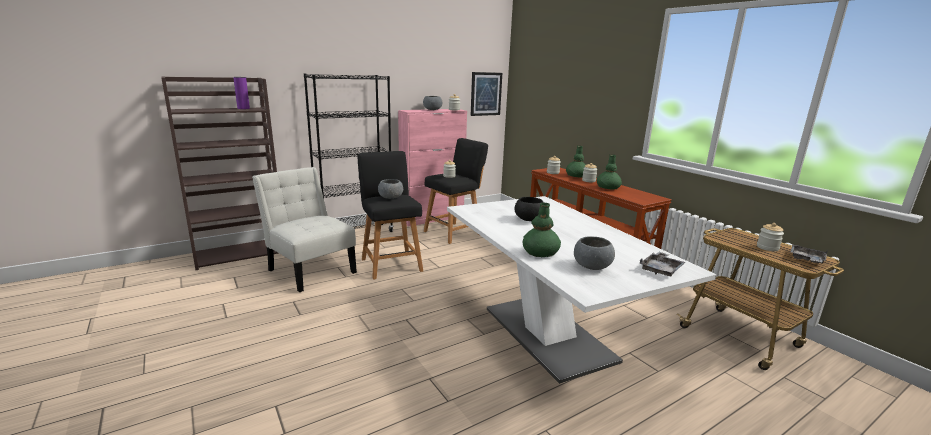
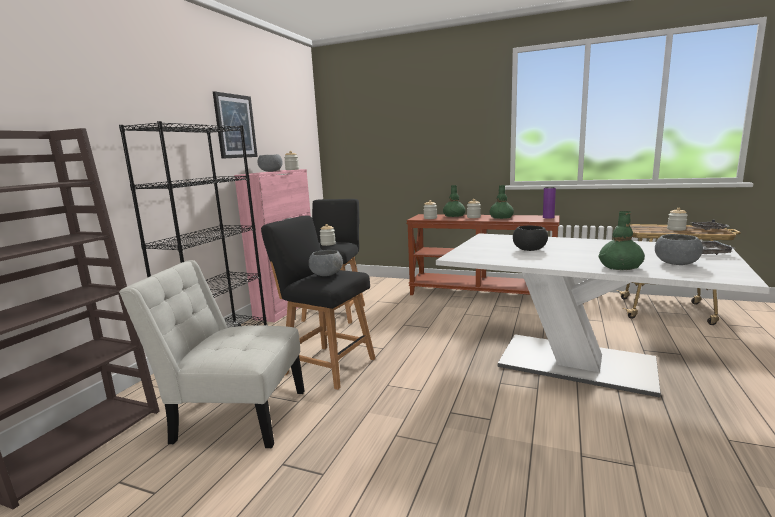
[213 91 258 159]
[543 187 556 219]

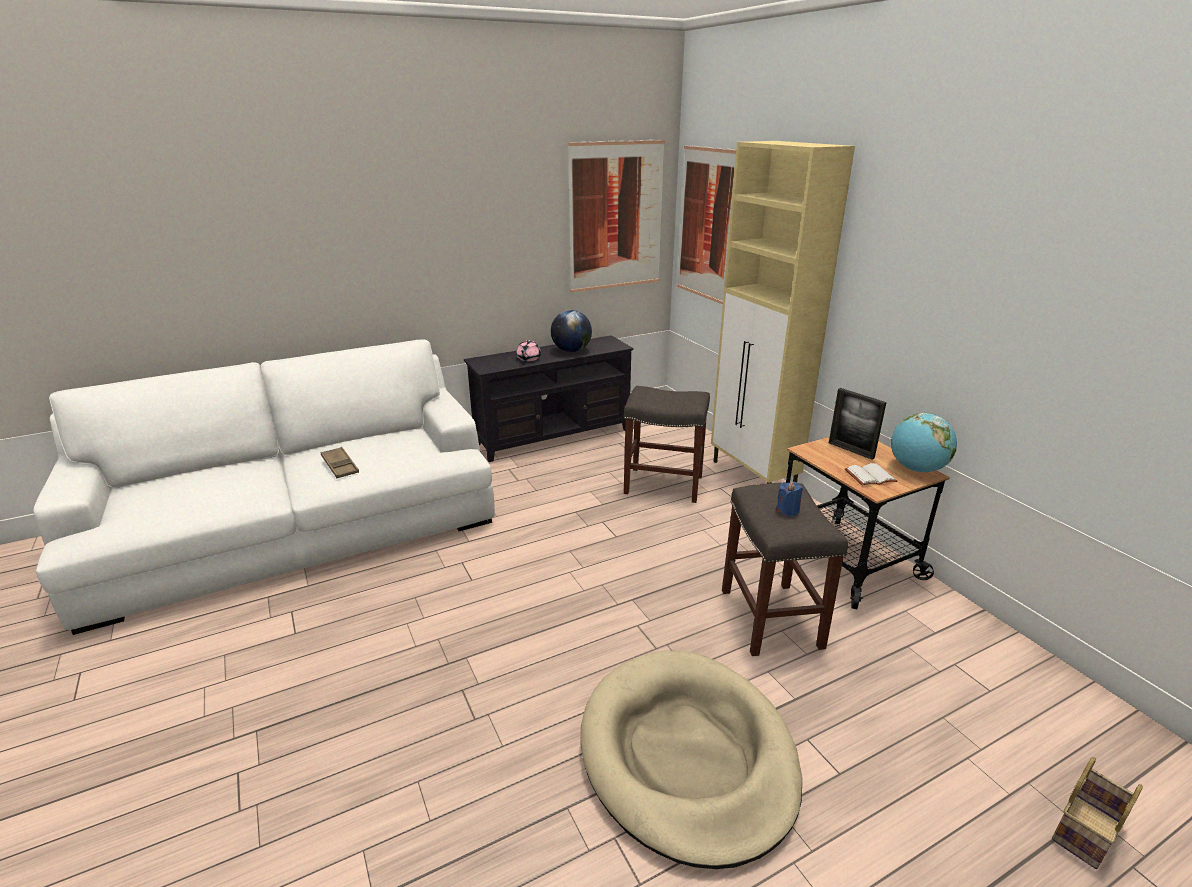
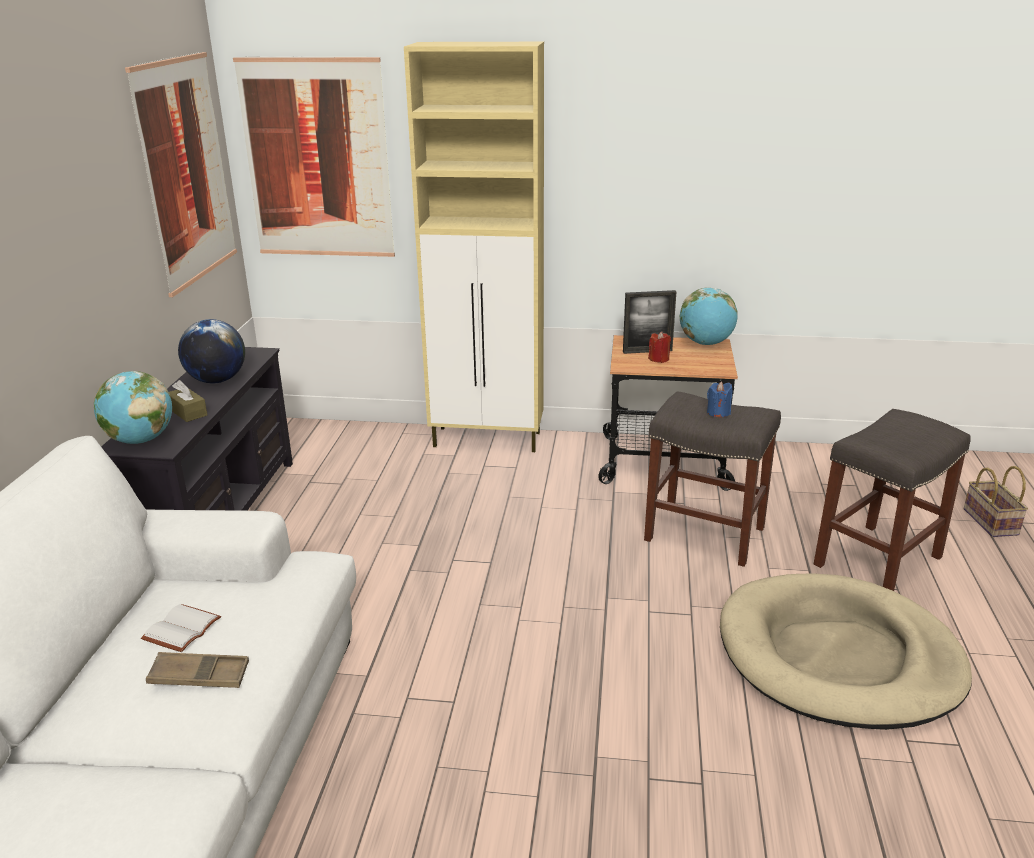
[94 371 172 444]
[141 604 221 652]
[169 380 207 422]
[648 332 671 363]
[814 409 971 591]

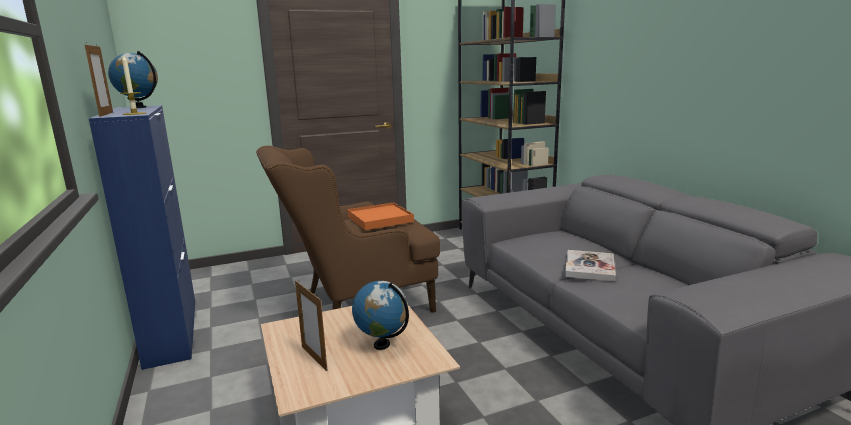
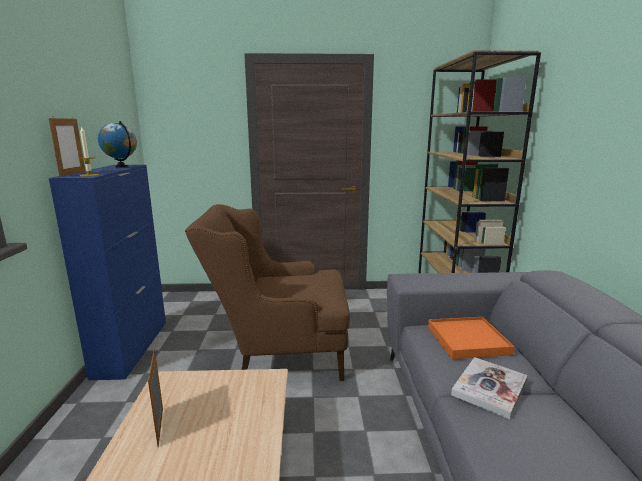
[428 317 515 359]
[352 281 409 350] (first image)

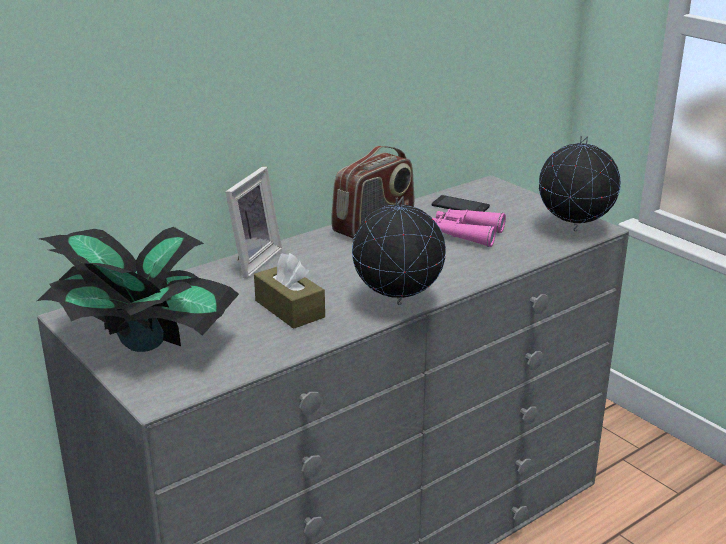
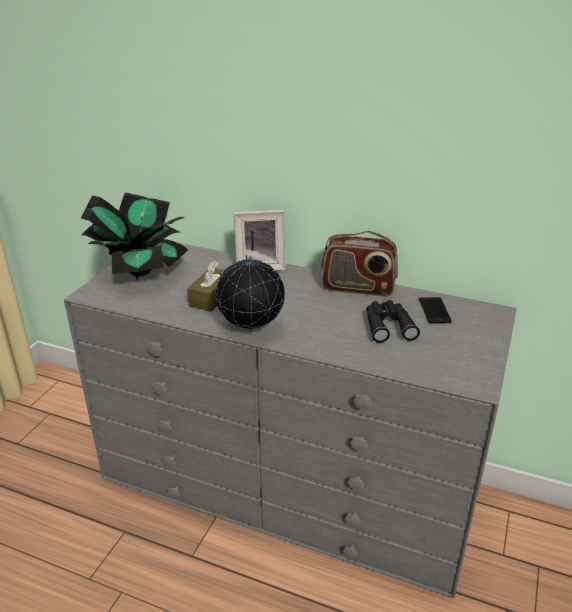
[366 300 420 343]
[539 136 621 231] (first image)

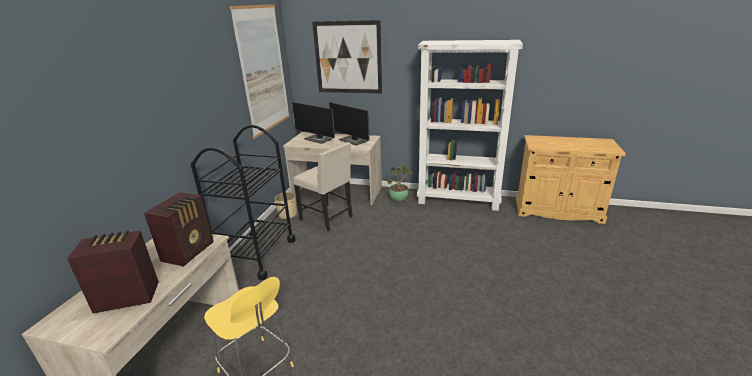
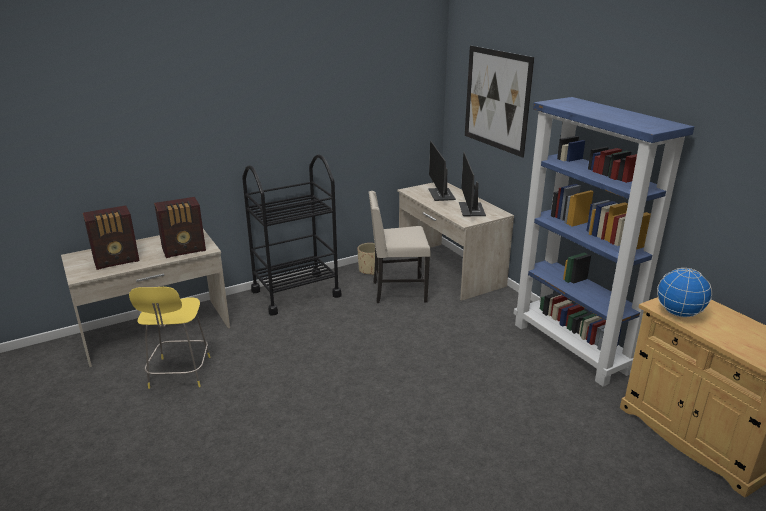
[83 206 140 270]
[369 191 431 303]
[514 97 694 387]
[657 268 712 317]
[229 4 290 138] (first image)
[387 165 413 202] (first image)

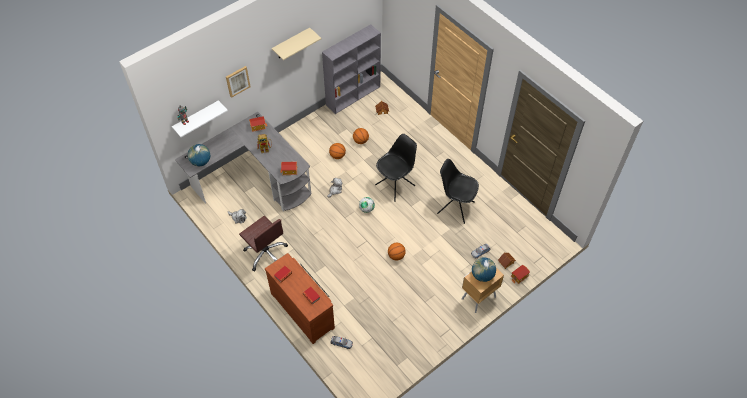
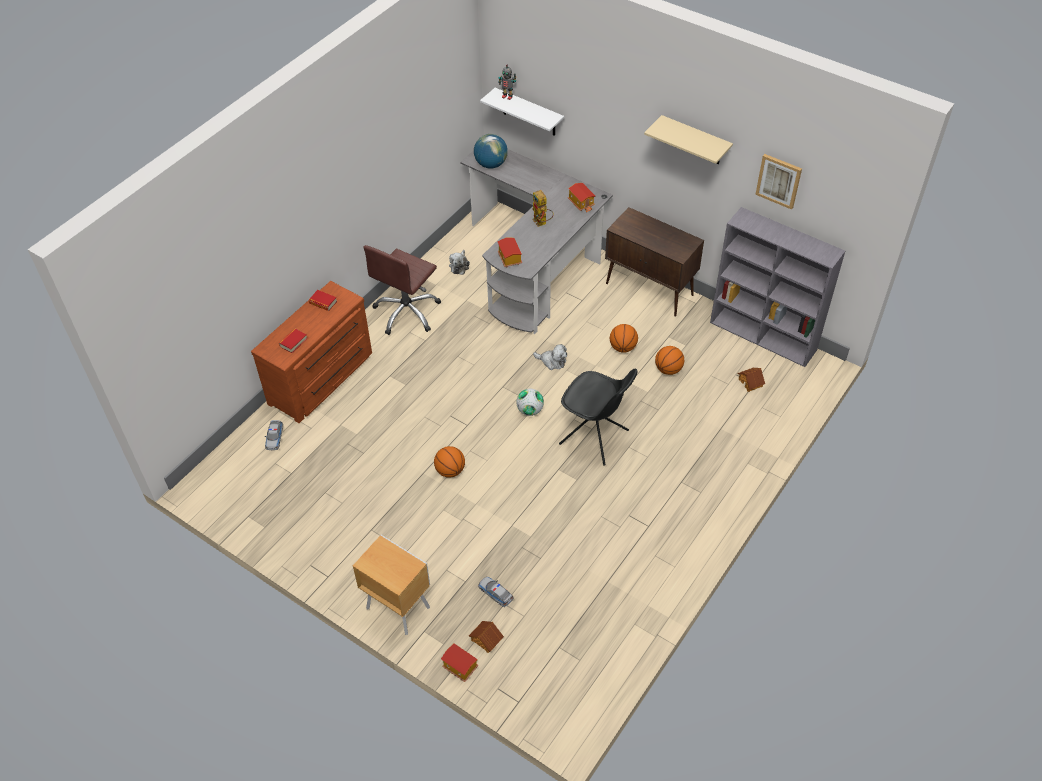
[605 207 704 317]
[755 154 802 210]
[437 159 479 224] (first image)
[472 257 496 282] (first image)

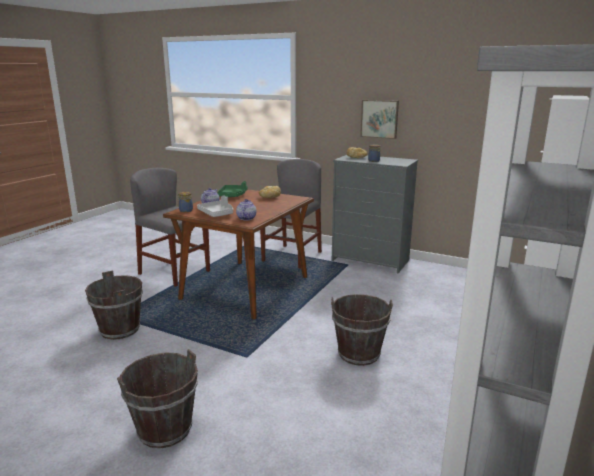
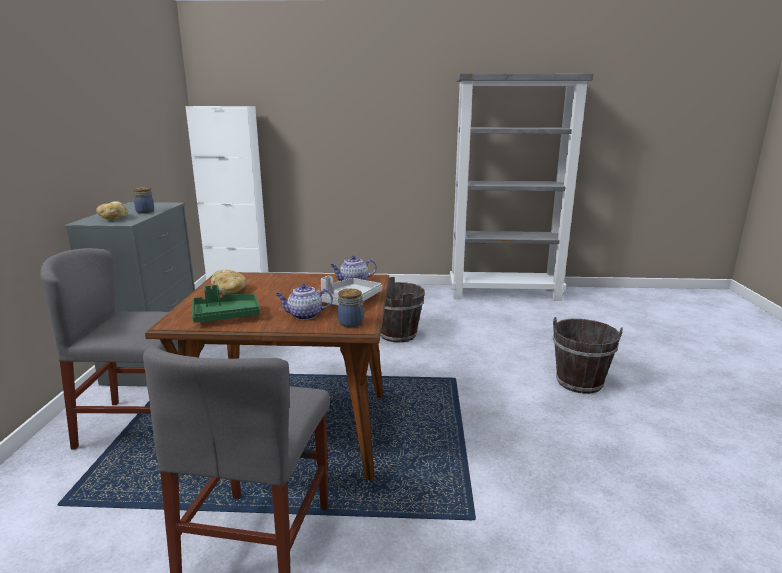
[85 271 143 340] (first image)
[360 100 399 139] (first image)

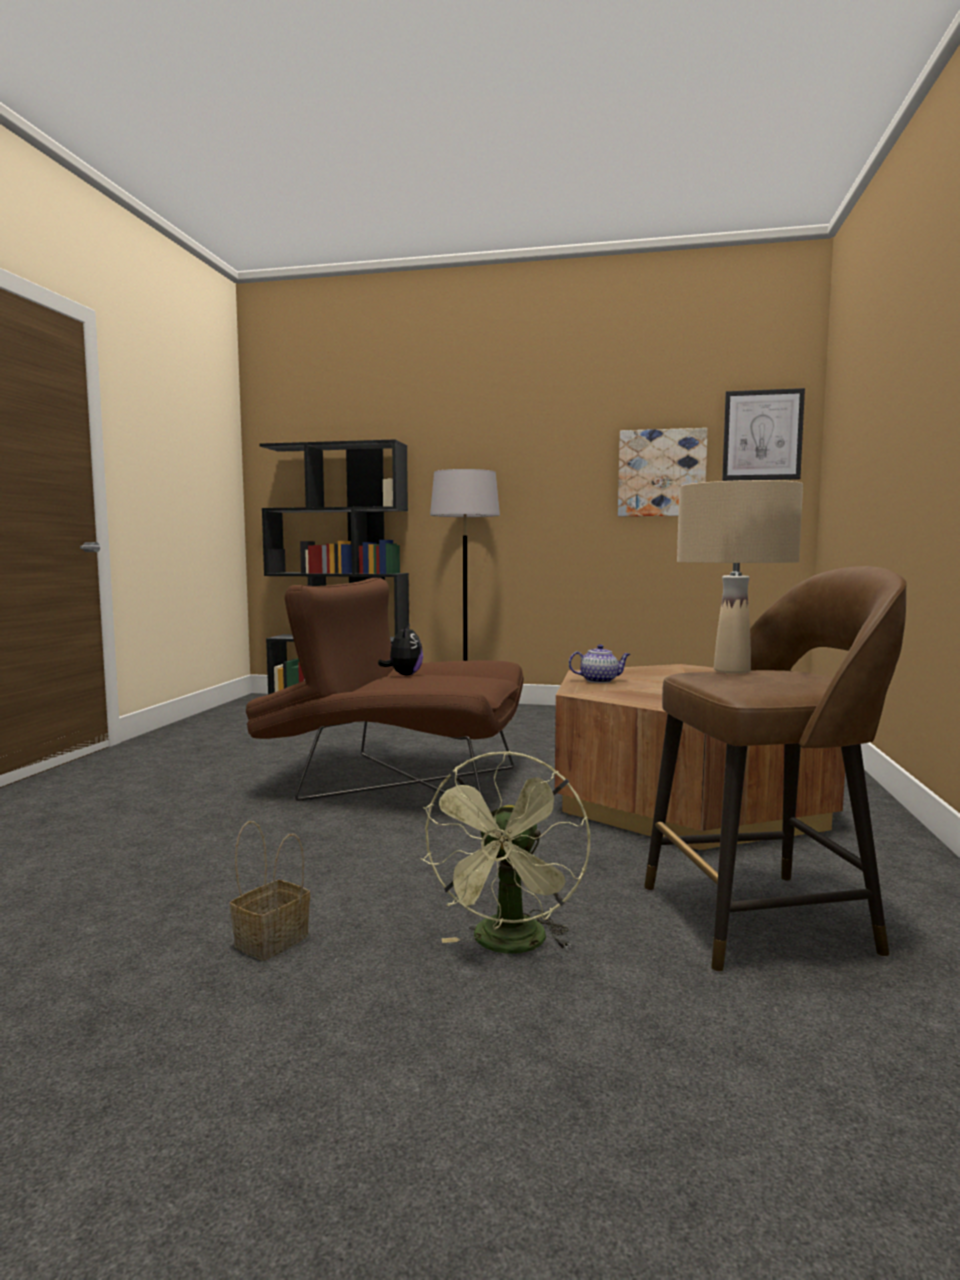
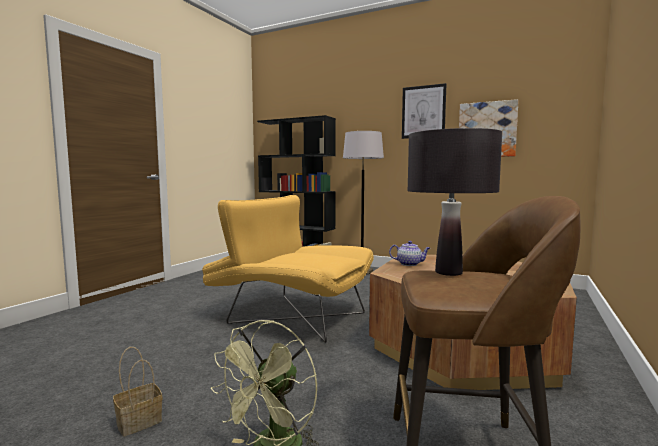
[202 195 374 343]
[402 83 446 139]
[408 128 502 276]
[378 624 423 675] (first image)

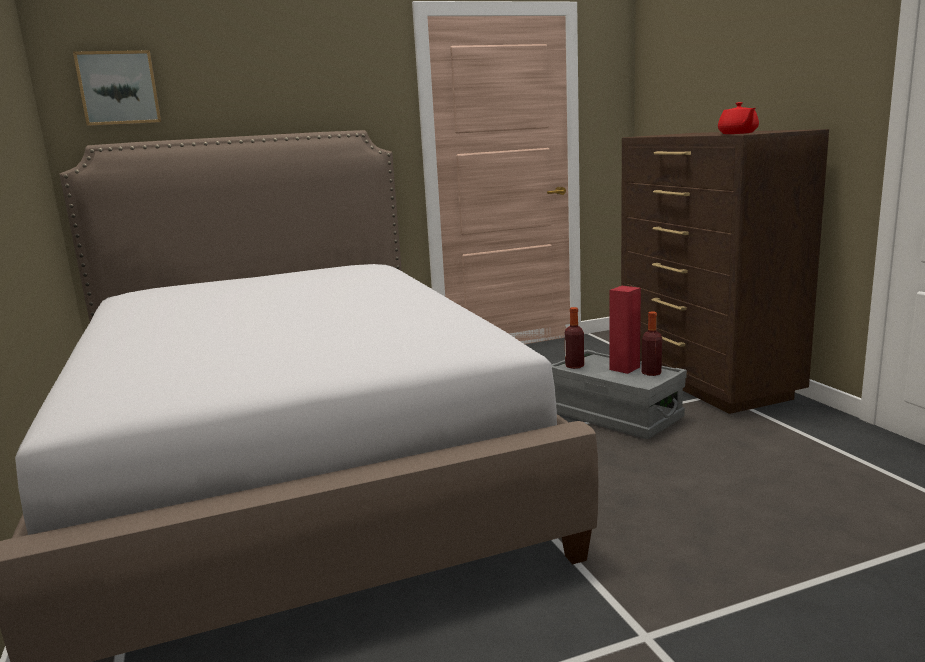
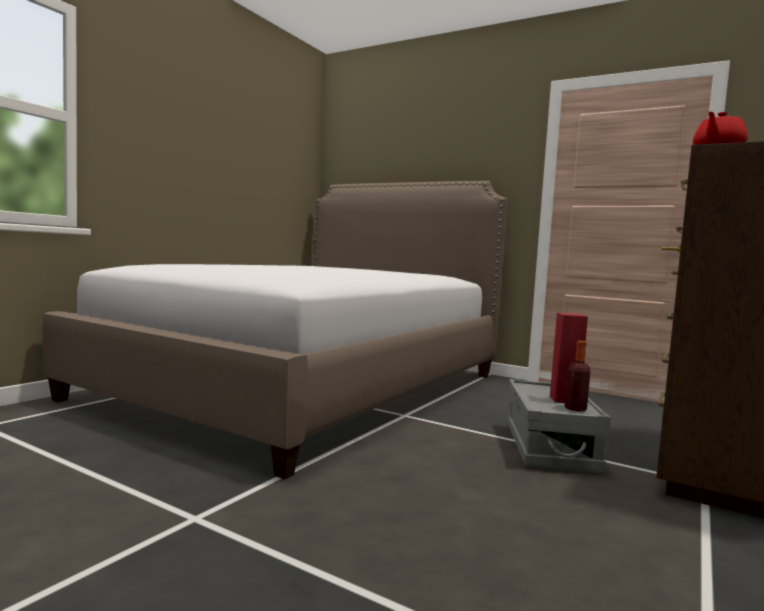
[73 50 161 126] (first image)
[565 307 584 369] (first image)

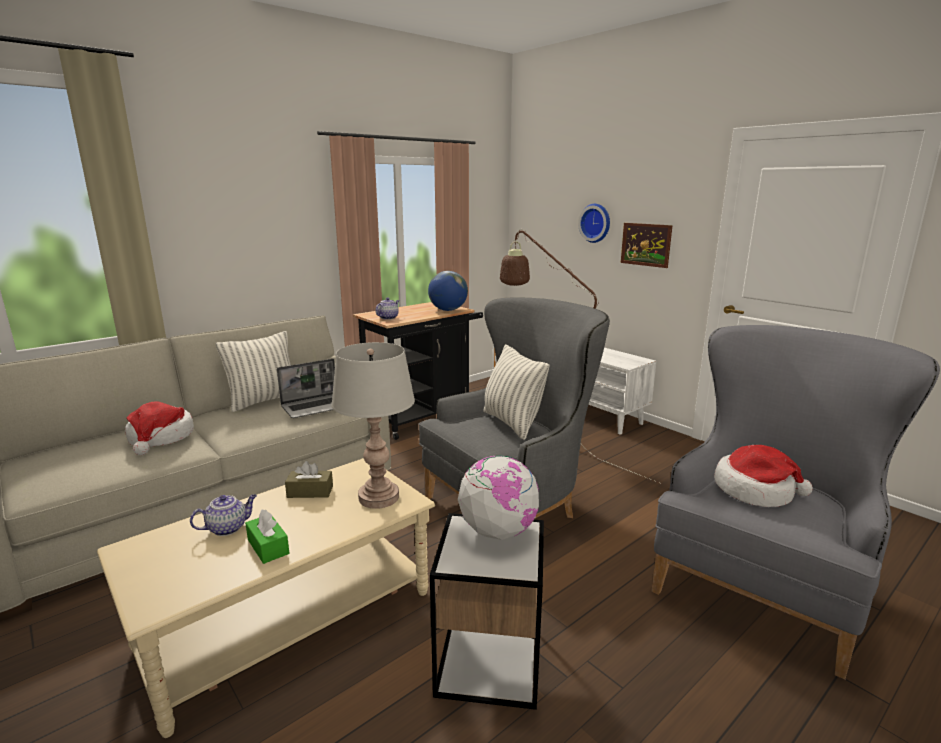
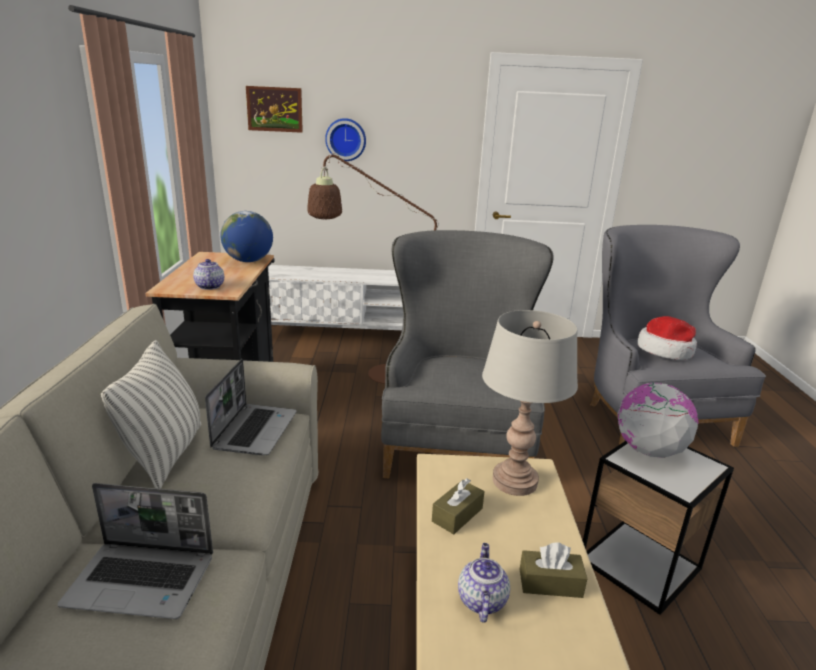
[57 483 213 619]
[246 86 303 133]
[520 543 587 598]
[483 344 549 440] (first image)

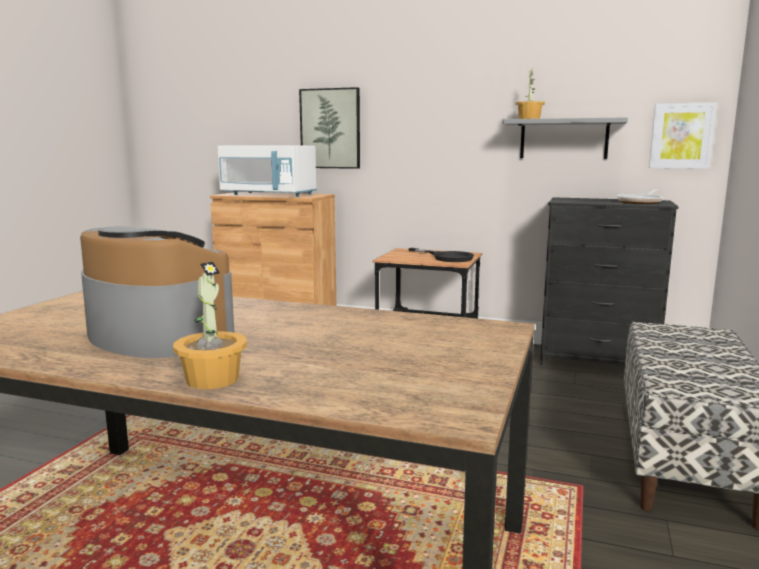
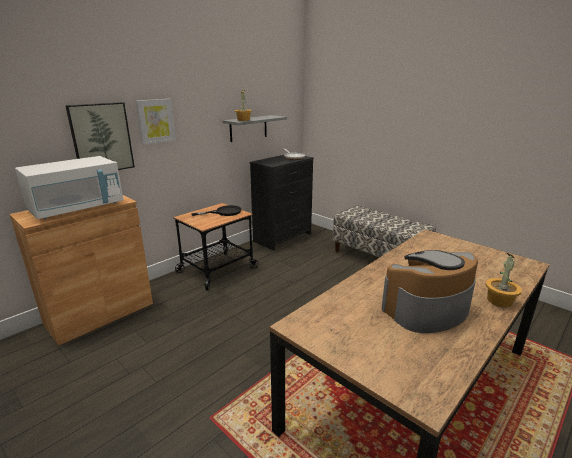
[136 99 176 145]

